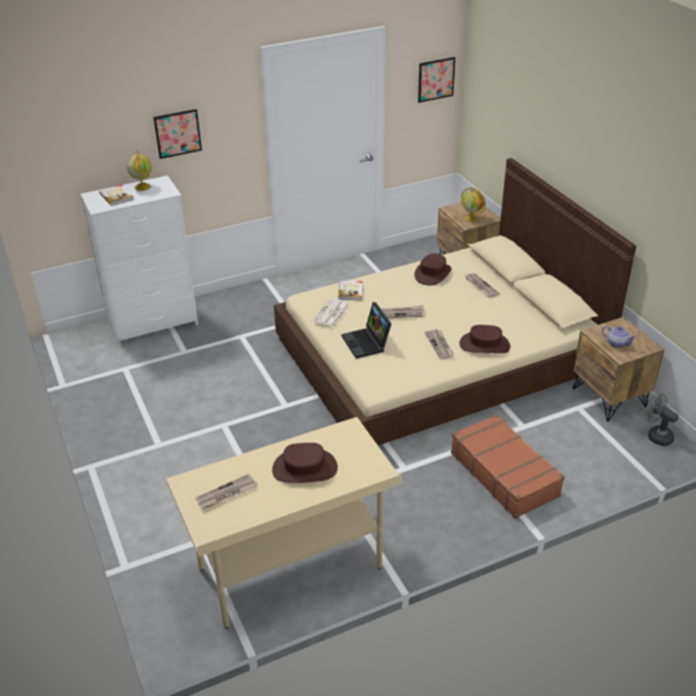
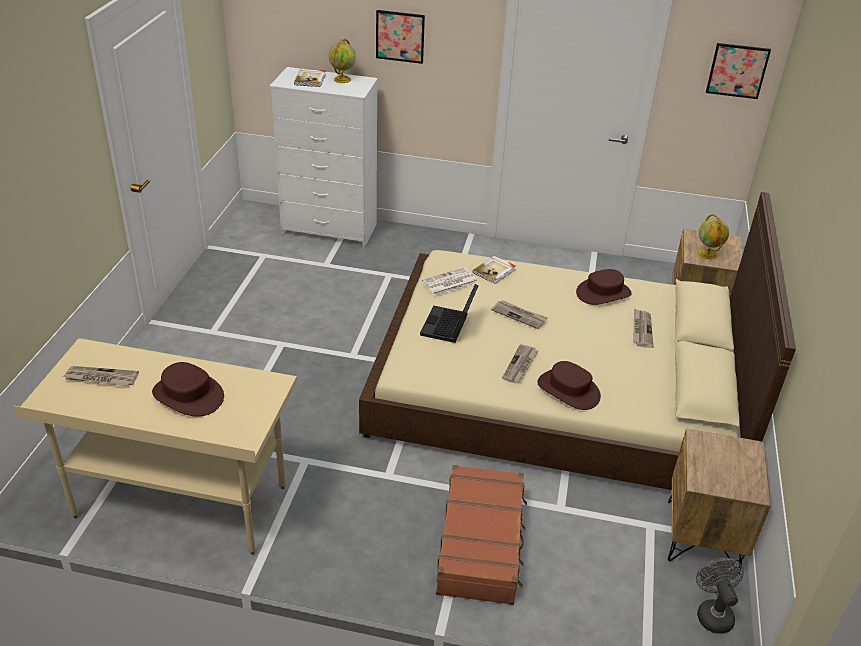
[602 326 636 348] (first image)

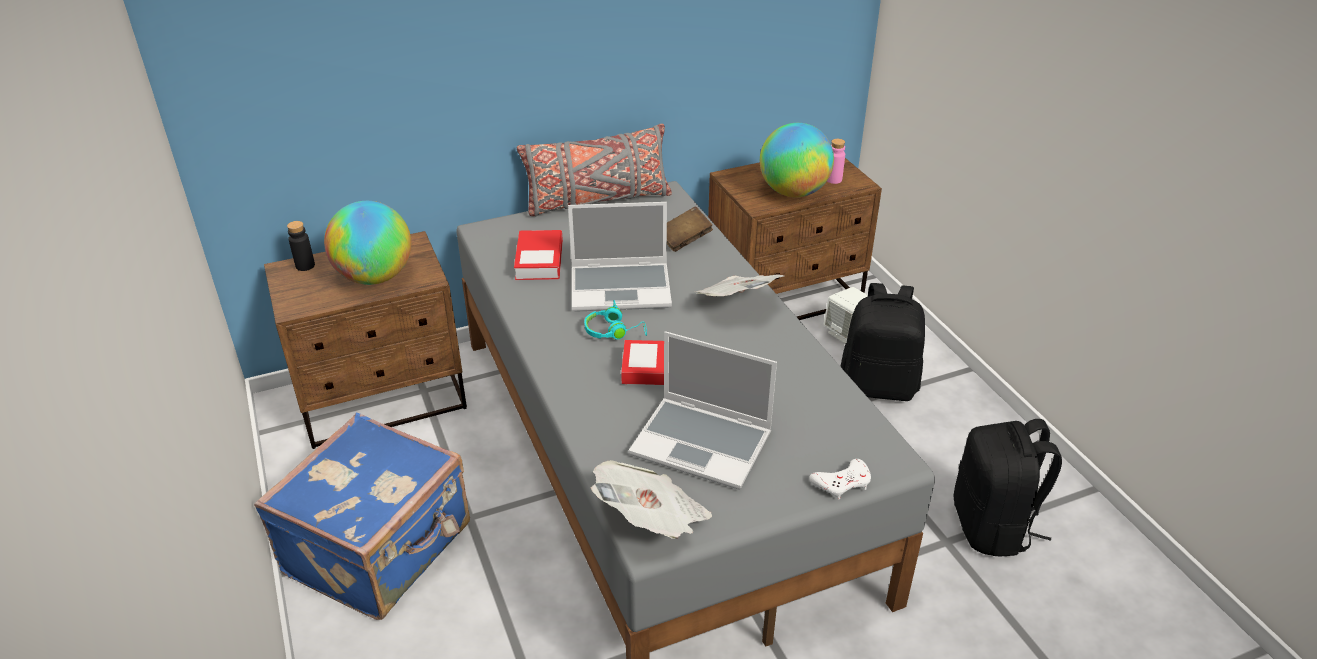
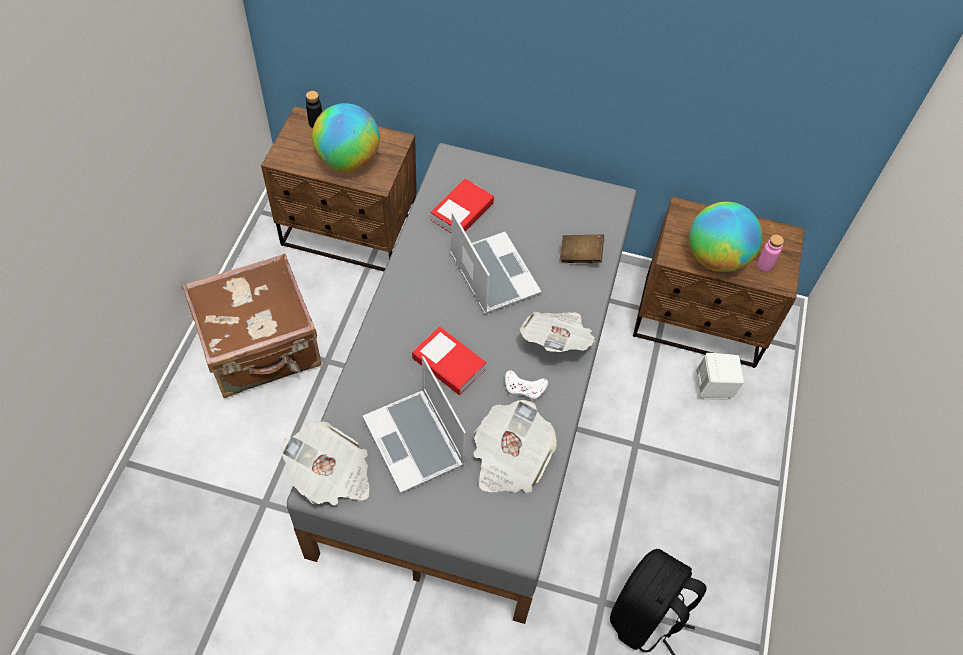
[182 253 322 398]
[450 212 542 314]
[473 400 557 493]
[505 370 548 401]
[517 124 672 216] (first image)
[584 300 647 340] (first image)
[840 283 925 401] (first image)

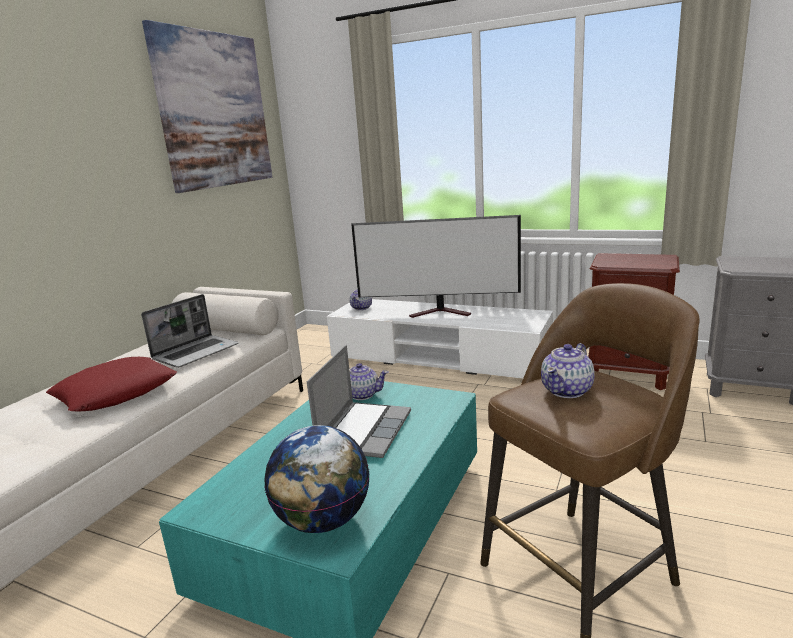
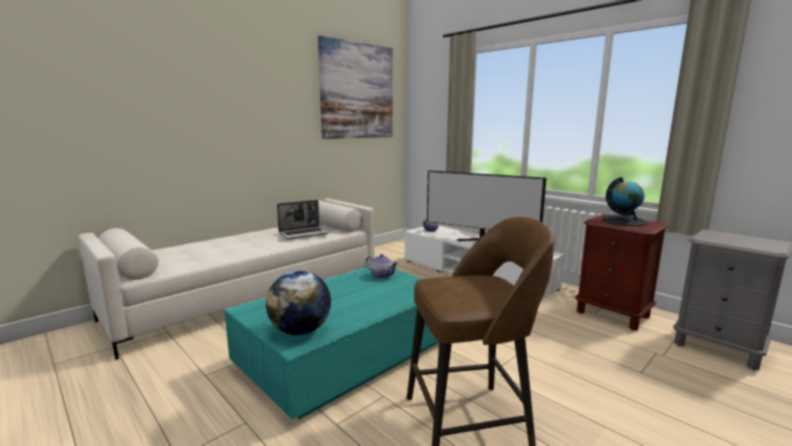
[602 177 647 226]
[46 357 177 411] (first image)
[307 345 411 458] (first image)
[541 343 595 398] (first image)

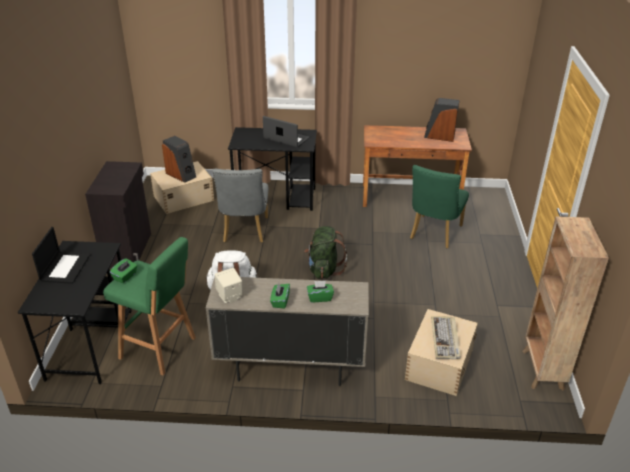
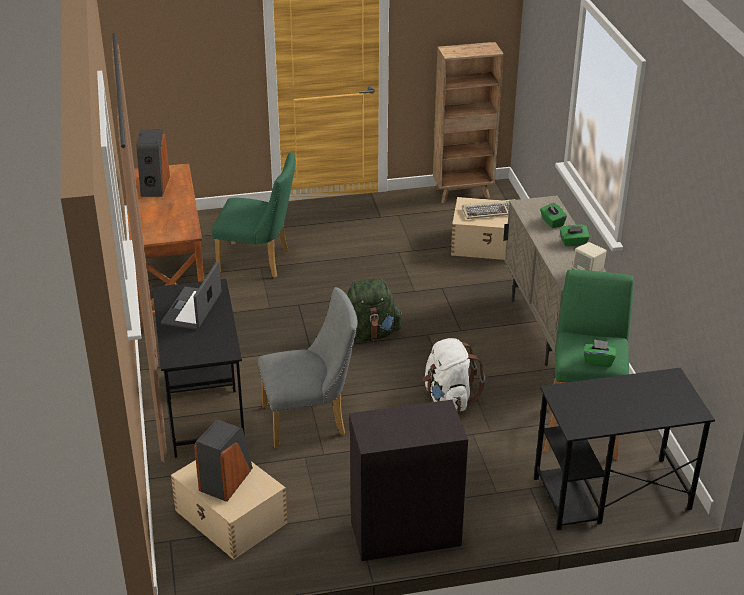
[32 227 90 284] (first image)

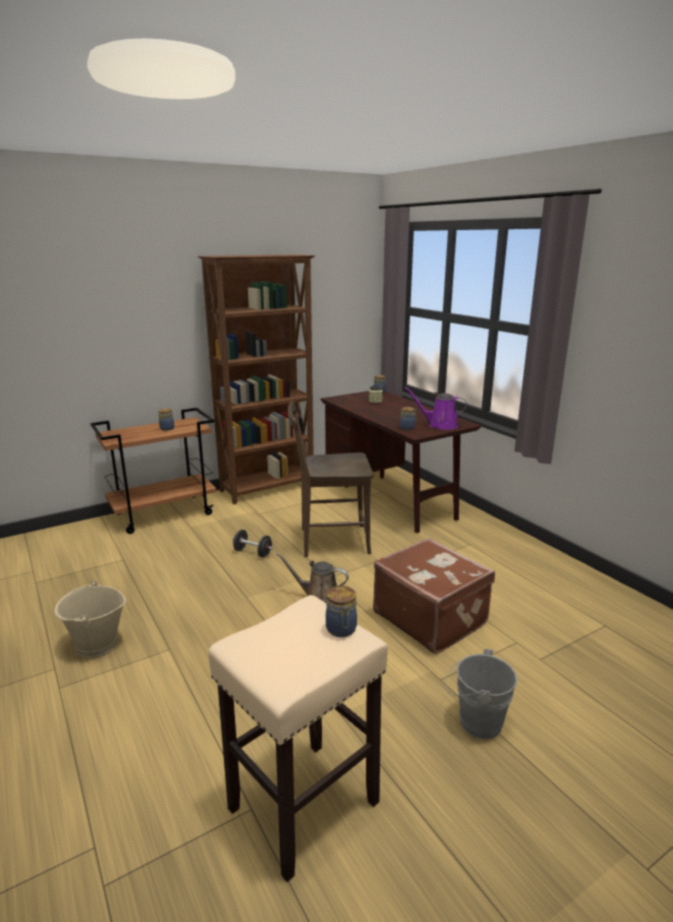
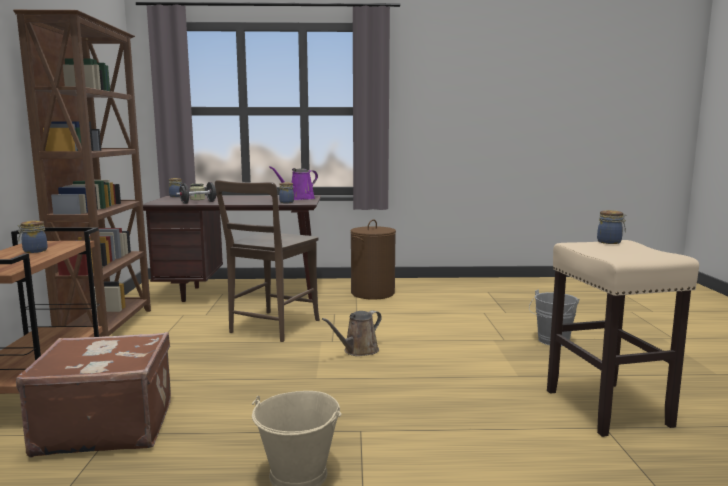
[16 332 171 458]
[176 182 217 204]
[351 220 396 300]

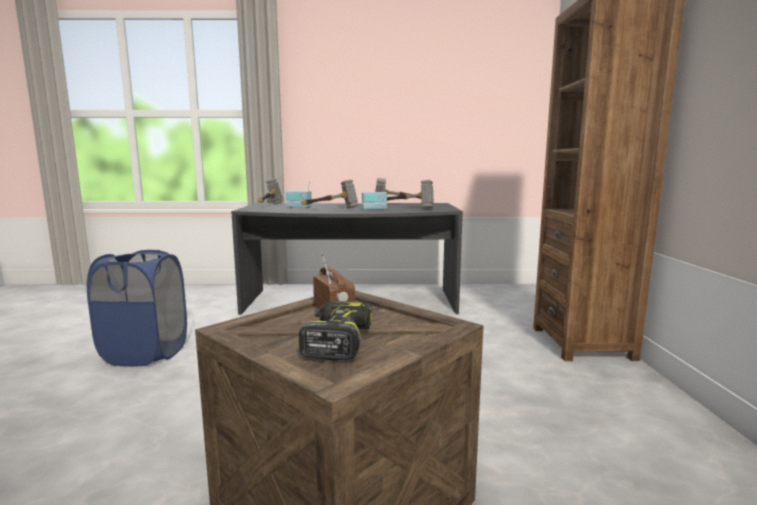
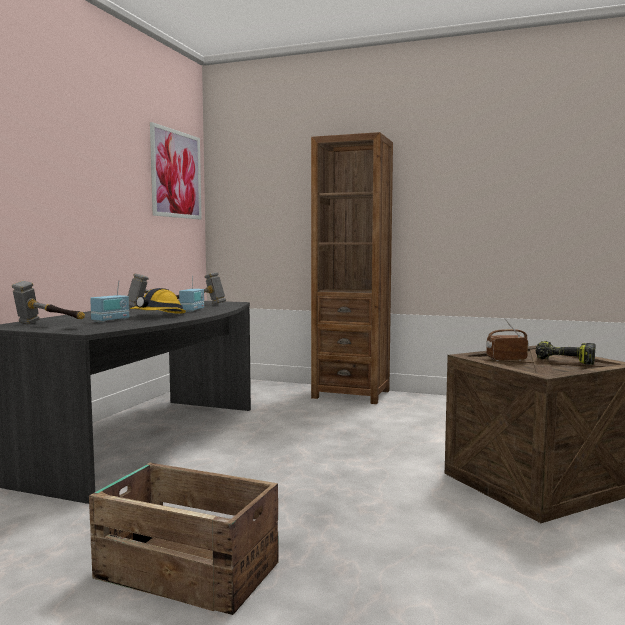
[89 463 279 615]
[130 288 186 314]
[150 122 202 219]

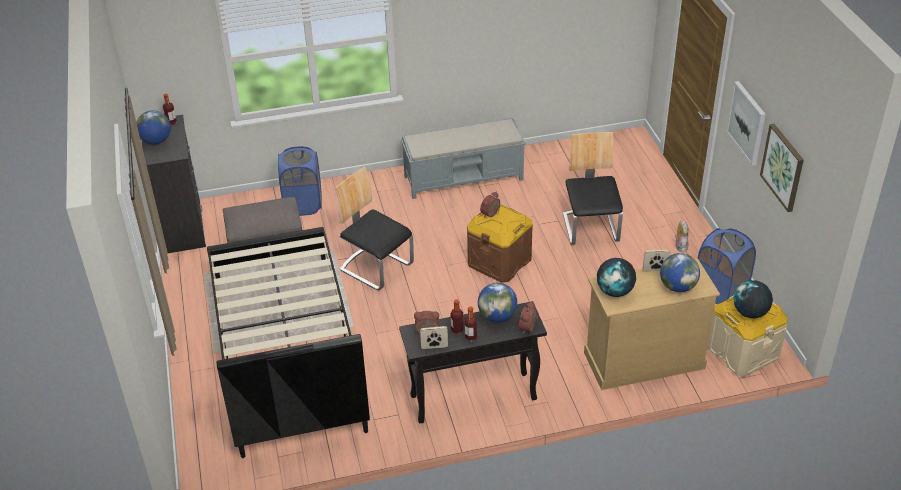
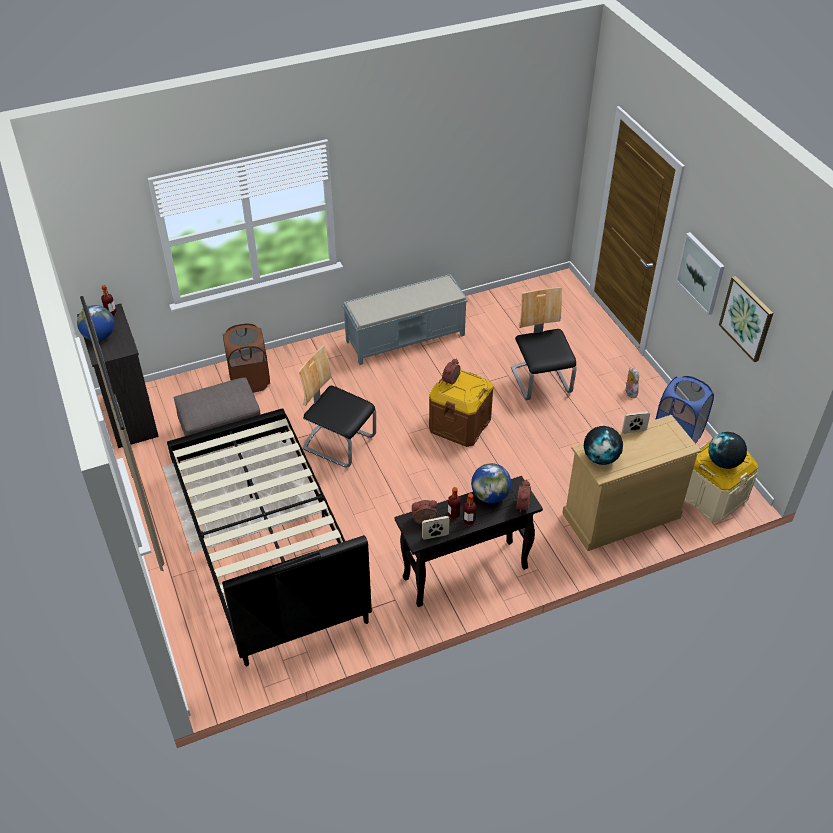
[223 323 270 393]
[660 253 700 292] (first image)

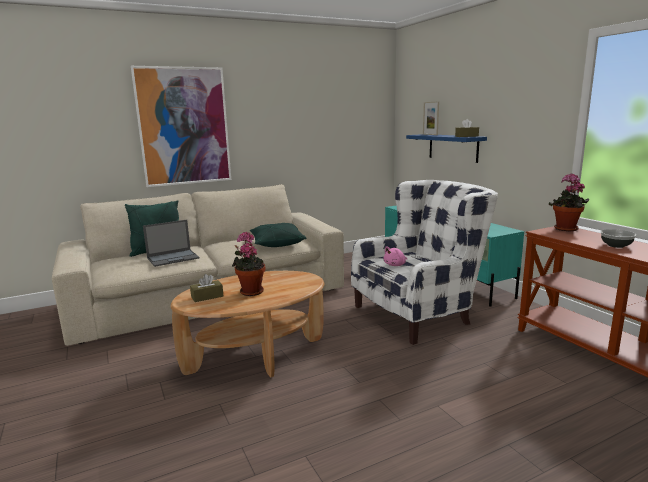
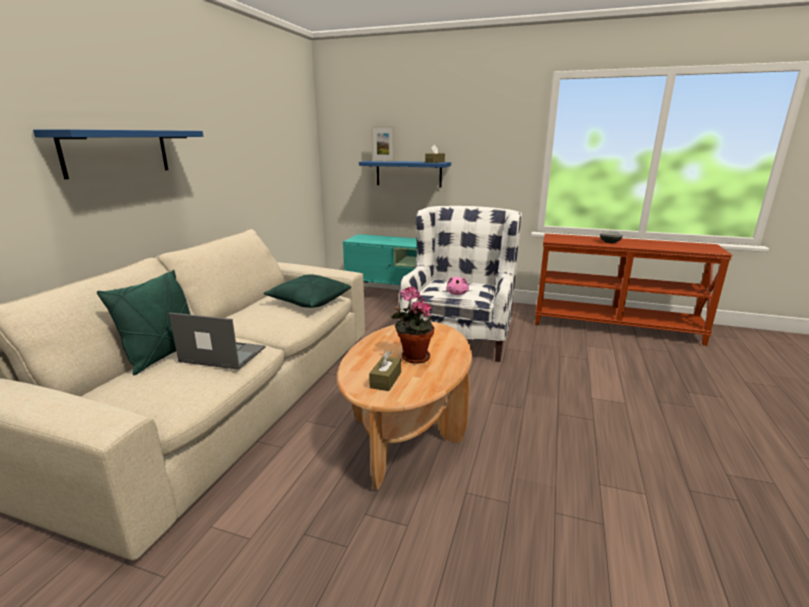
[33 129 203 179]
[169 313 265 370]
[549 173 589 232] (first image)

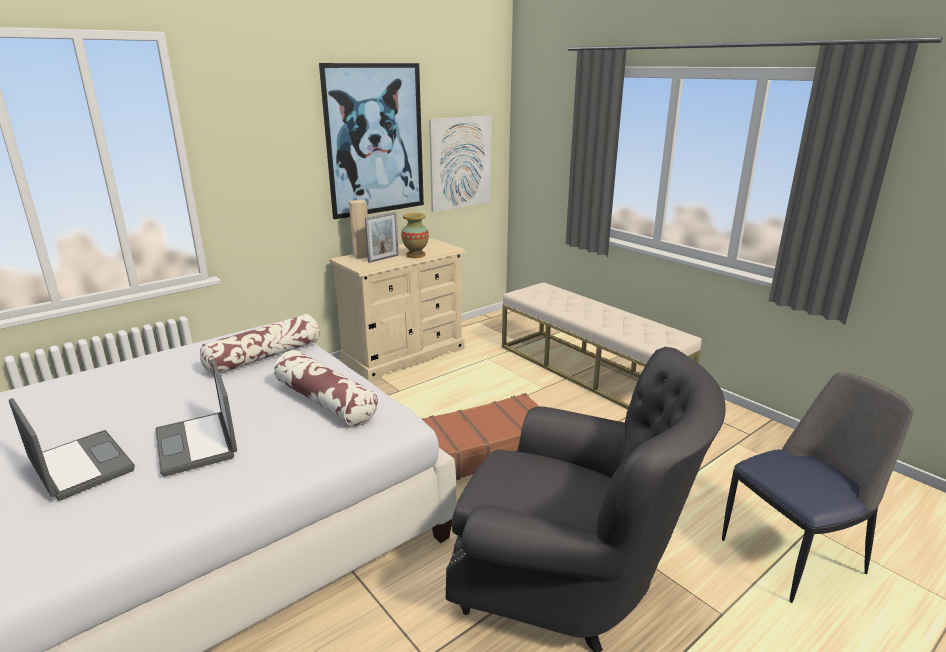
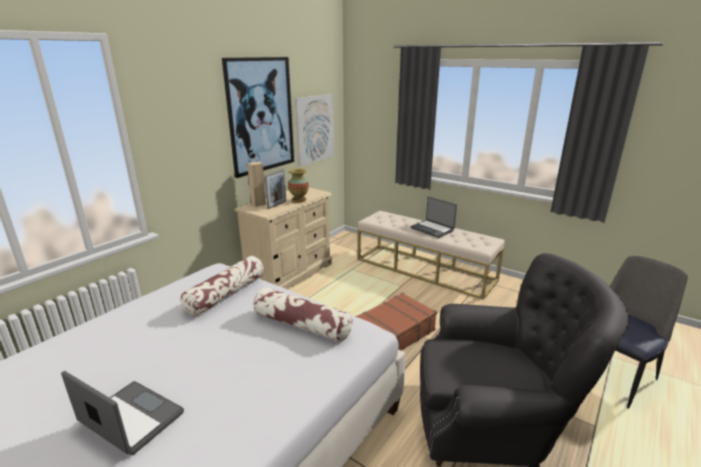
[411 197 457 238]

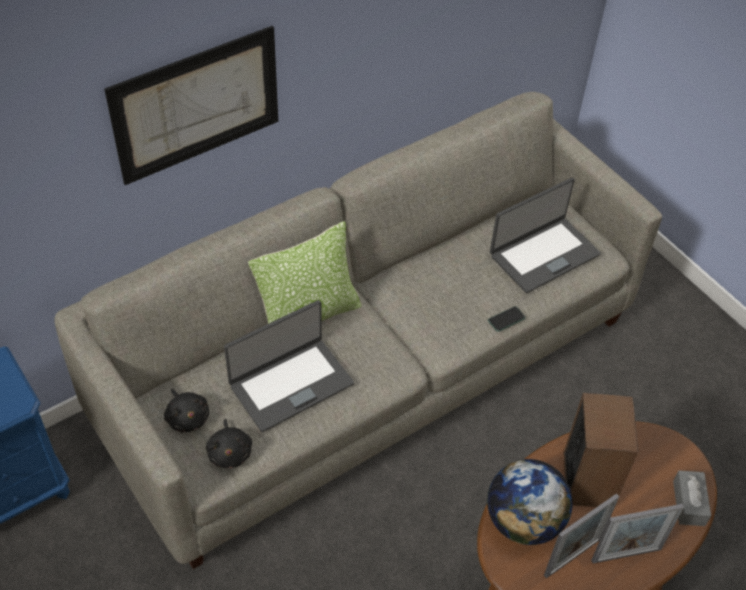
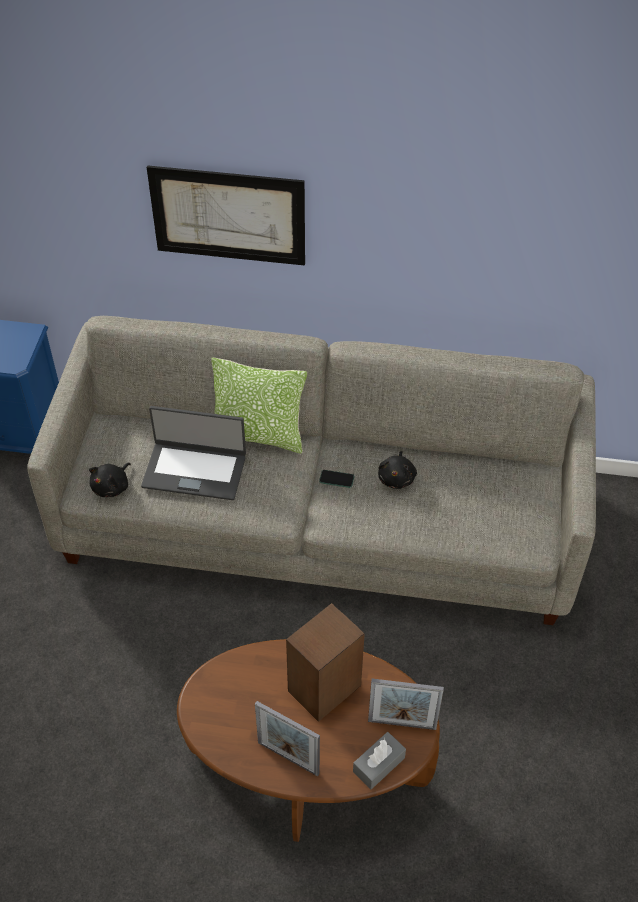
[319 470 355 488]
[368 679 444 730]
[378 451 417 489]
[487 459 573 545] (first image)
[490 178 601 293] (first image)

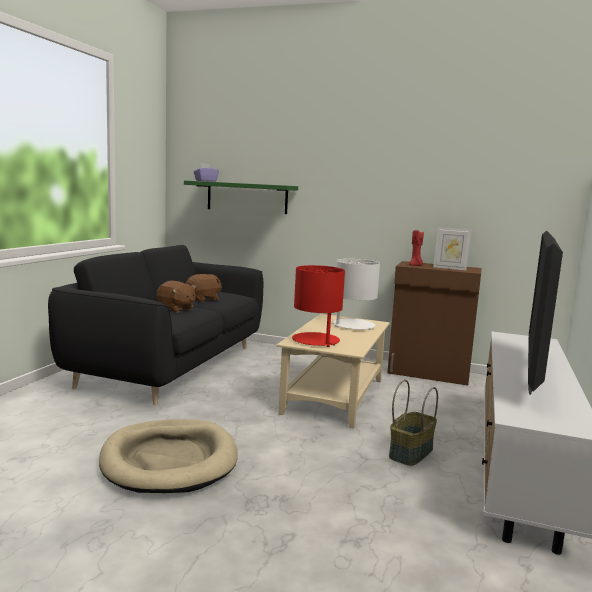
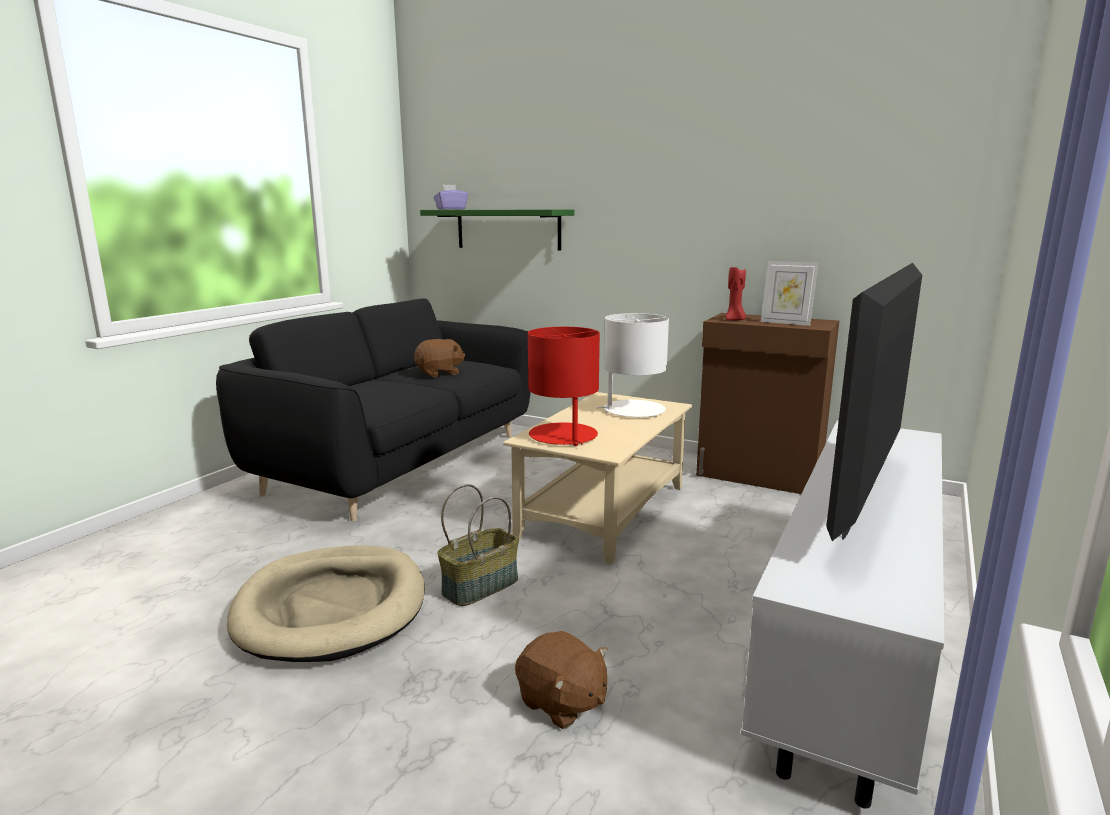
[437 484 519 606]
[515 631 608 729]

